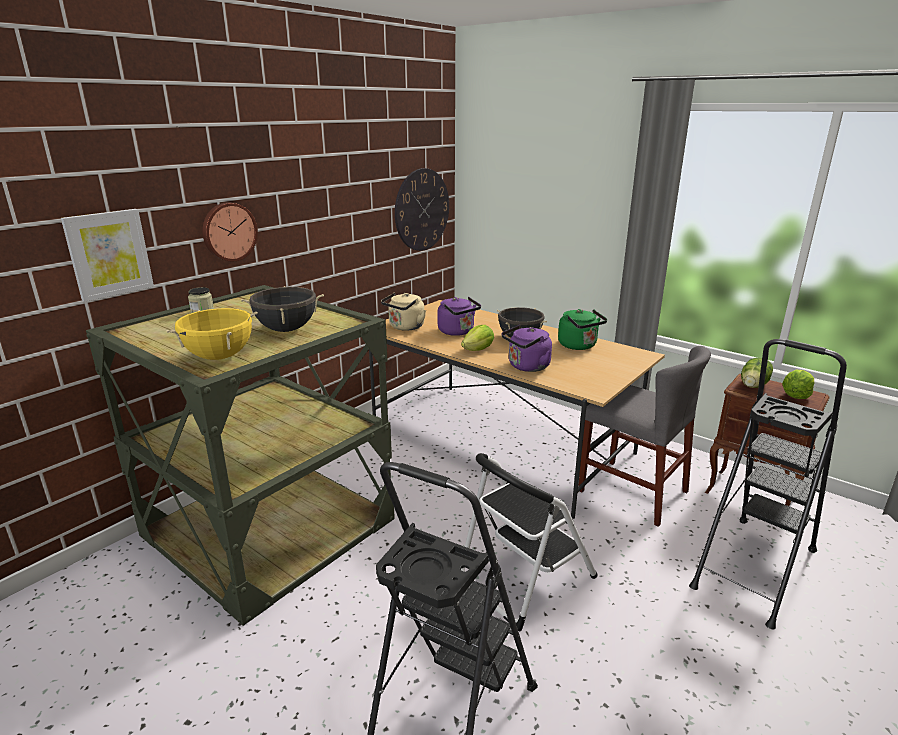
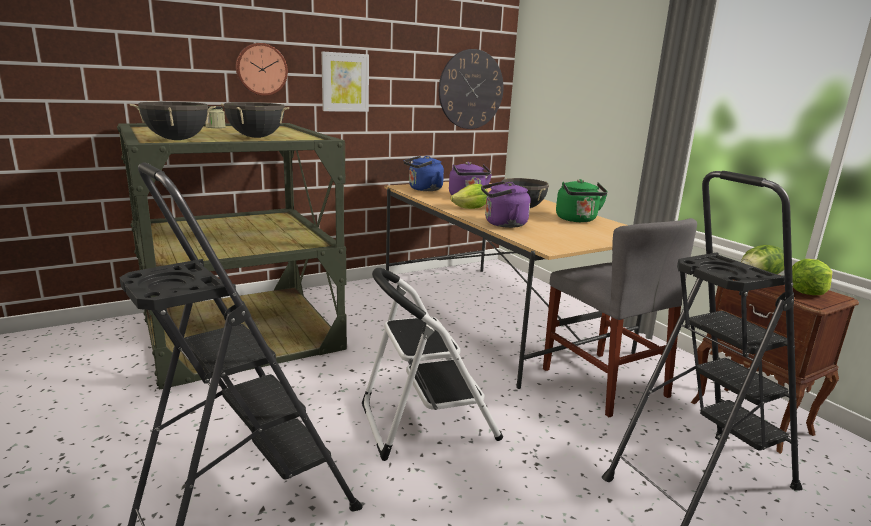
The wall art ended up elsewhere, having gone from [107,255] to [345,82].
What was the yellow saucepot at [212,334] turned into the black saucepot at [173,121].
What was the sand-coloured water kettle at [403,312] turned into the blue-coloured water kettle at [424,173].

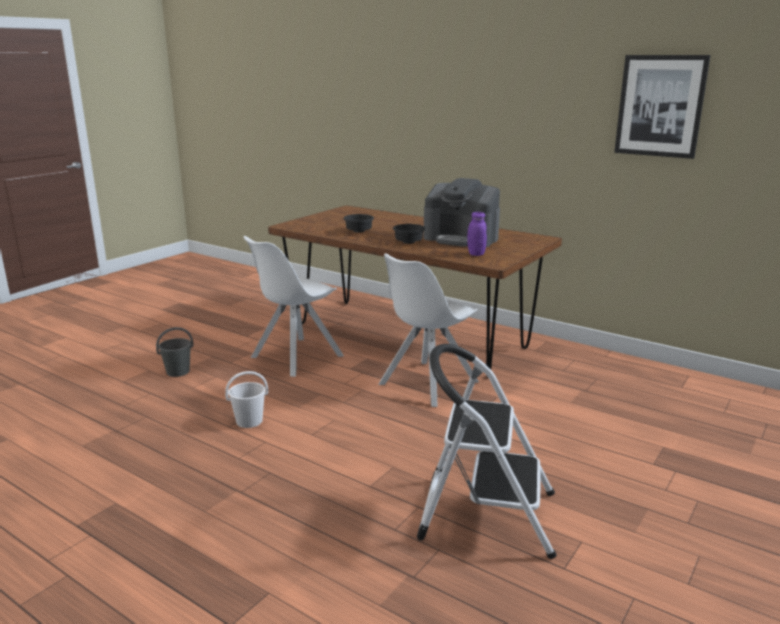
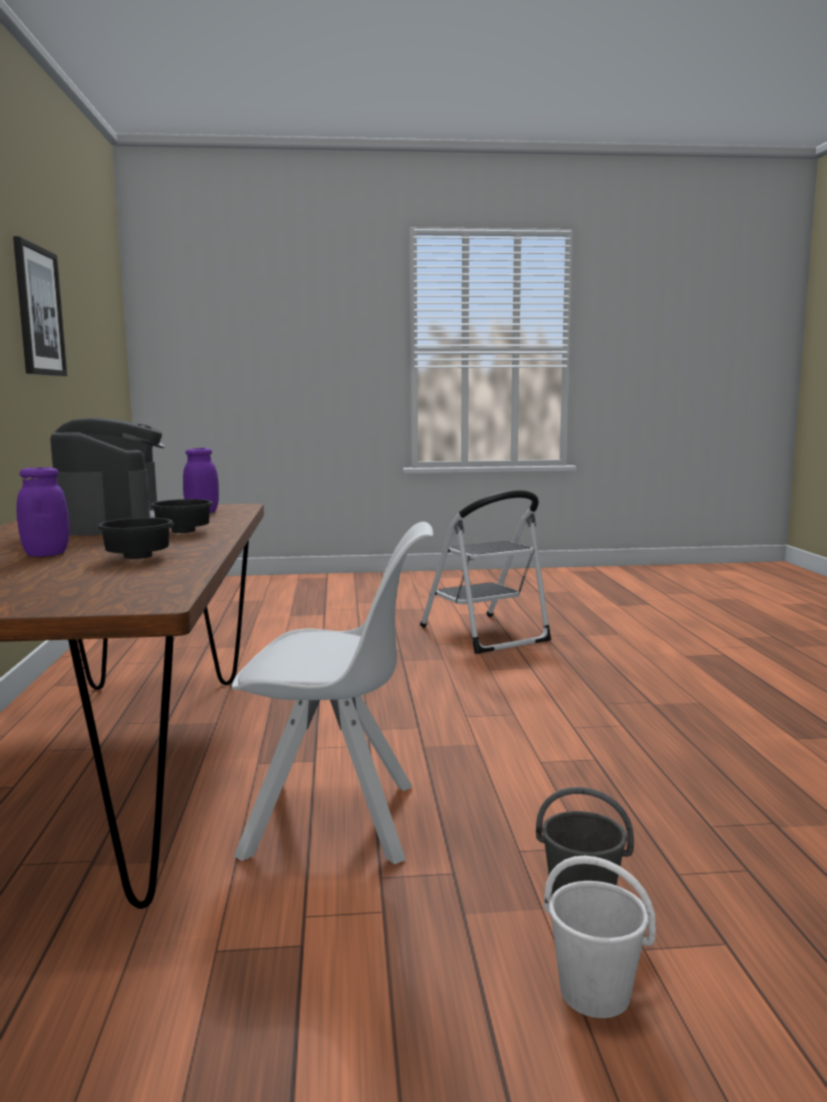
The second view lost the white chair at [429,330].
The second view gained the purplish preserve jar at [43,512].
The white bucket ended up elsewhere, having gone from [246,399] to [600,937].

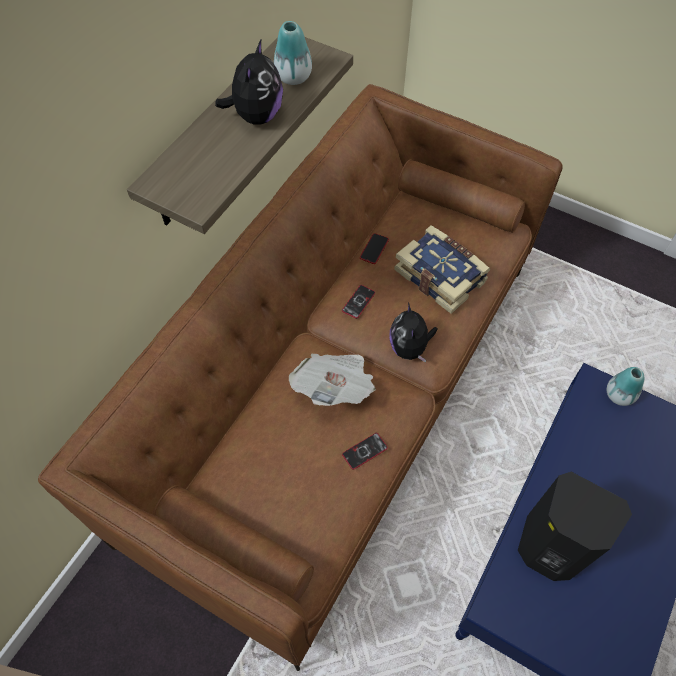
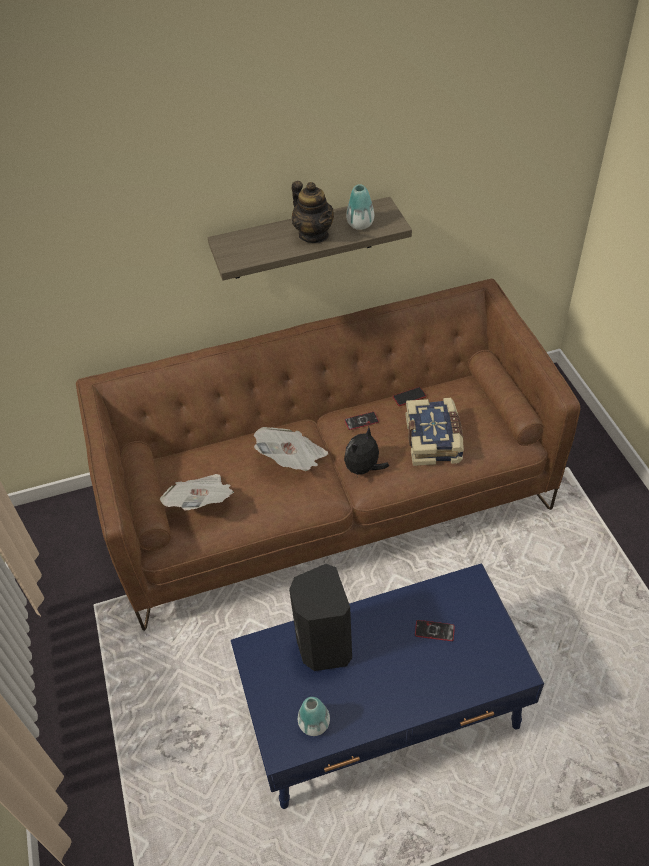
The second view gained the daily paper at [197,492].
The telephone ended up elsewhere, having gone from [365,451] to [435,630].
The vase ended up elsewhere, having gone from [626,386] to [314,716].
Where the plush toy stood at [249,81], the pot for tea came to stand at [313,212].

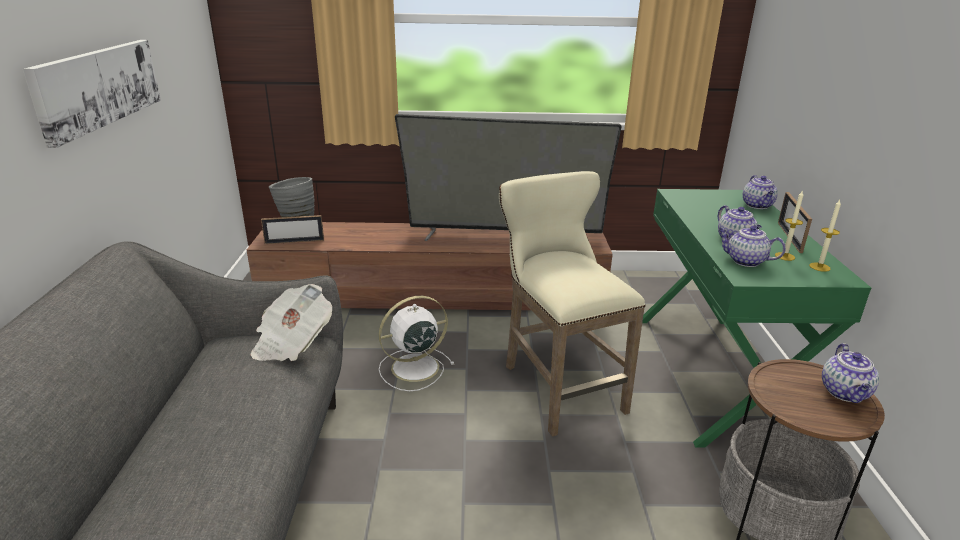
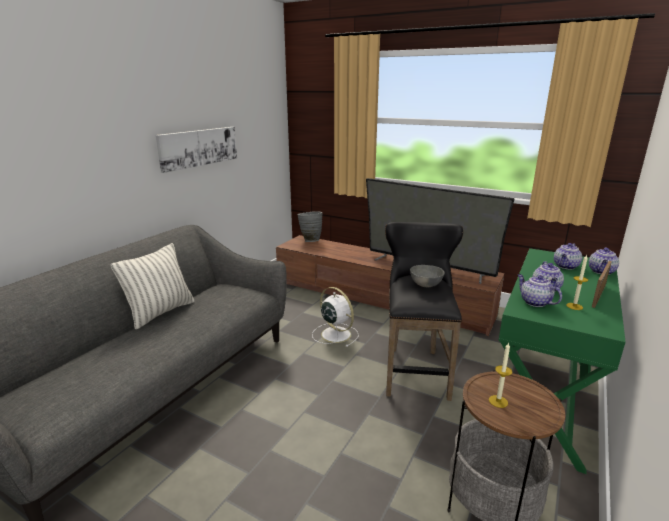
The second view lost the daily paper at [291,322].
The second view lost the photo frame at [292,229].
The second view gained the throw pillow at [152,286].
The second view gained the gray serving bowl at [427,276].
The candle ended up elsewhere, having gone from [825,236] to [500,375].
The pot for tea ended up elsewhere, having gone from [850,373] to [568,256].
What was the sand-coloured stool seat at [572,303] turned into the black stool seat at [424,311].
The white cooling fan at [416,343] ended up facing another way, 45 degrees clockwise from before.

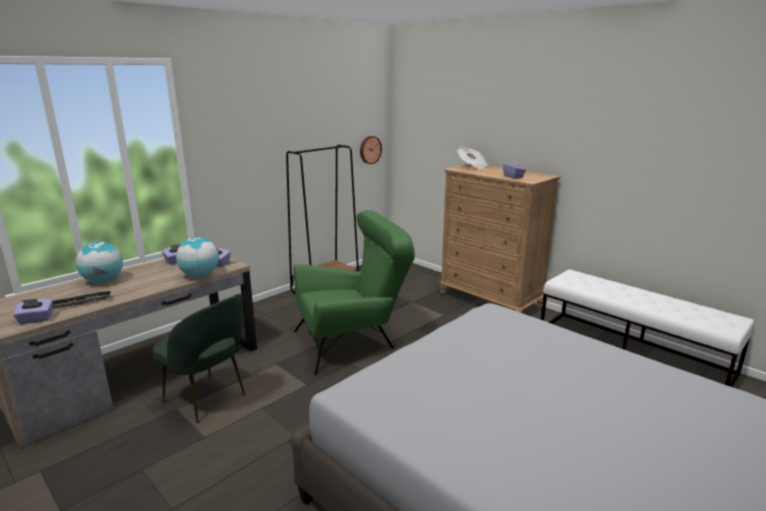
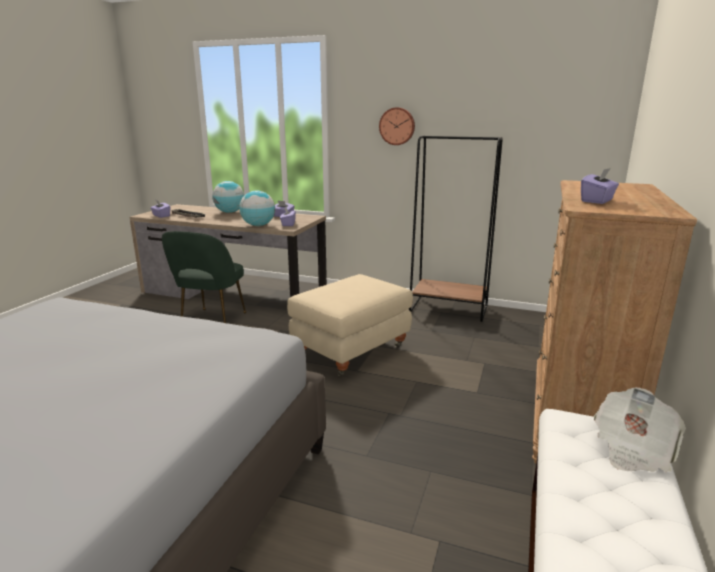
The clock on the wall ended up elsewhere, having gone from [371,150] to [397,126].
The daily paper ended up elsewhere, having gone from [473,157] to [640,429].
Where the green-coloured lounge chair stood at [354,292], the sand-coloured ottoman came to stand at [350,325].

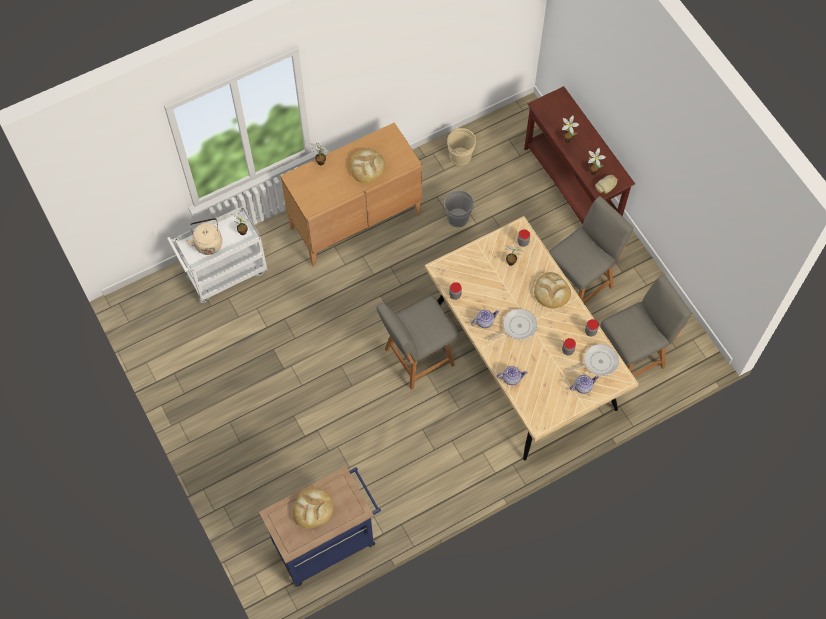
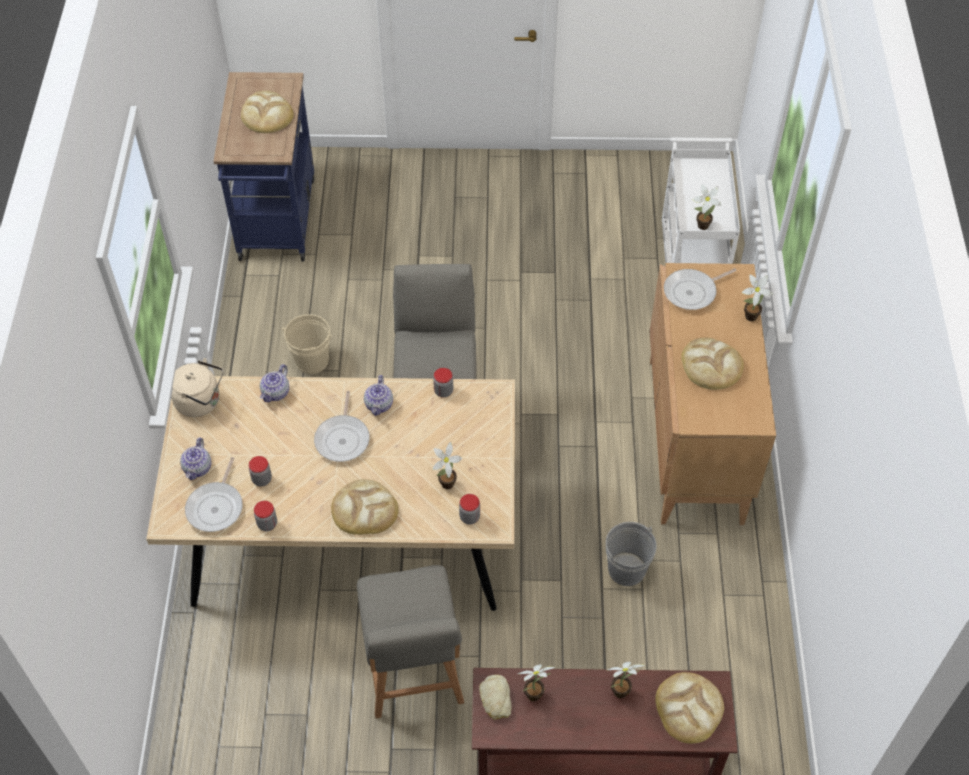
The second view lost the gray chair at [646,326].
The second view gained the bread at [689,708].
The second view gained the frying pan at [700,289].
The sand-coloured water kettle ended up elsewhere, having gone from [204,236] to [197,387].
The sand-coloured bucket ended up elsewhere, having gone from [461,146] to [306,344].

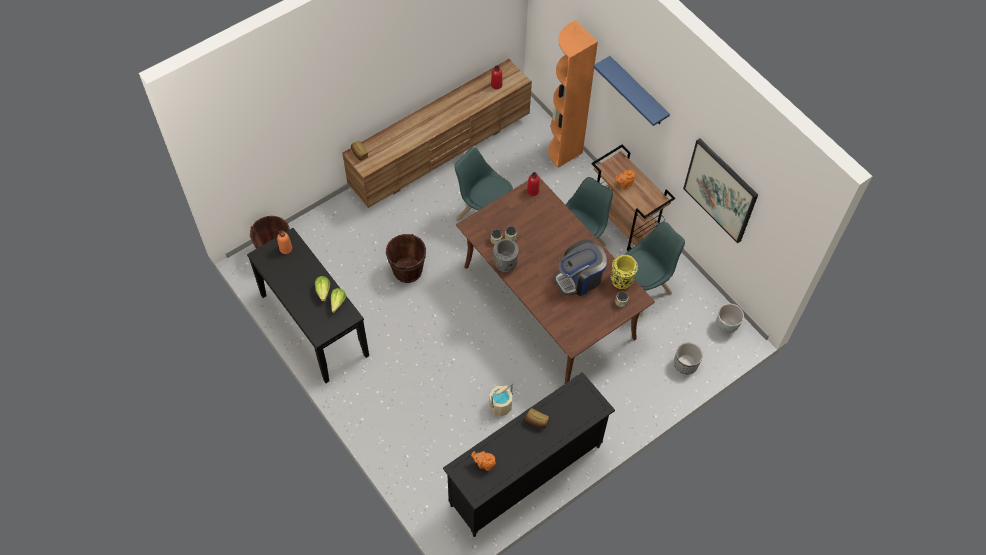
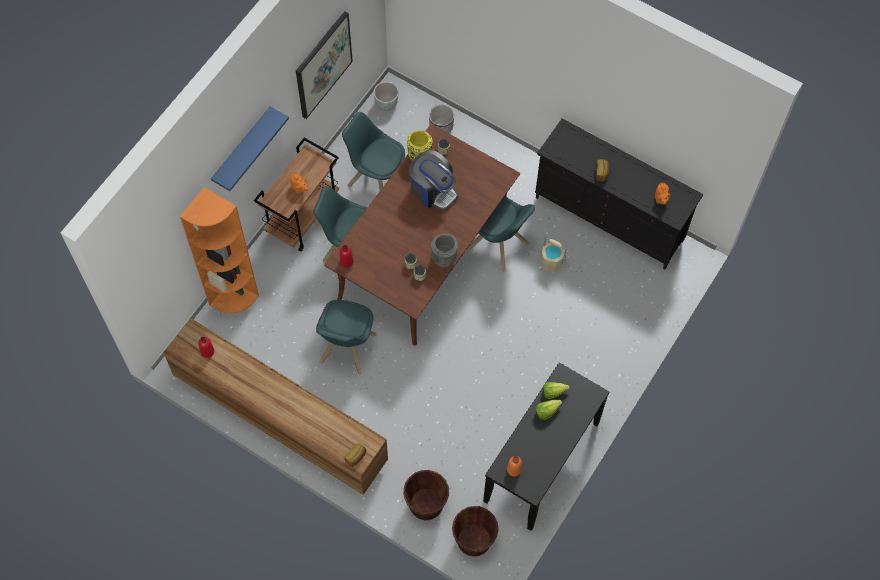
The second view gained the blue-green chair at [501,234].
The brown bucket ended up elsewhere, having gone from [406,258] to [426,495].

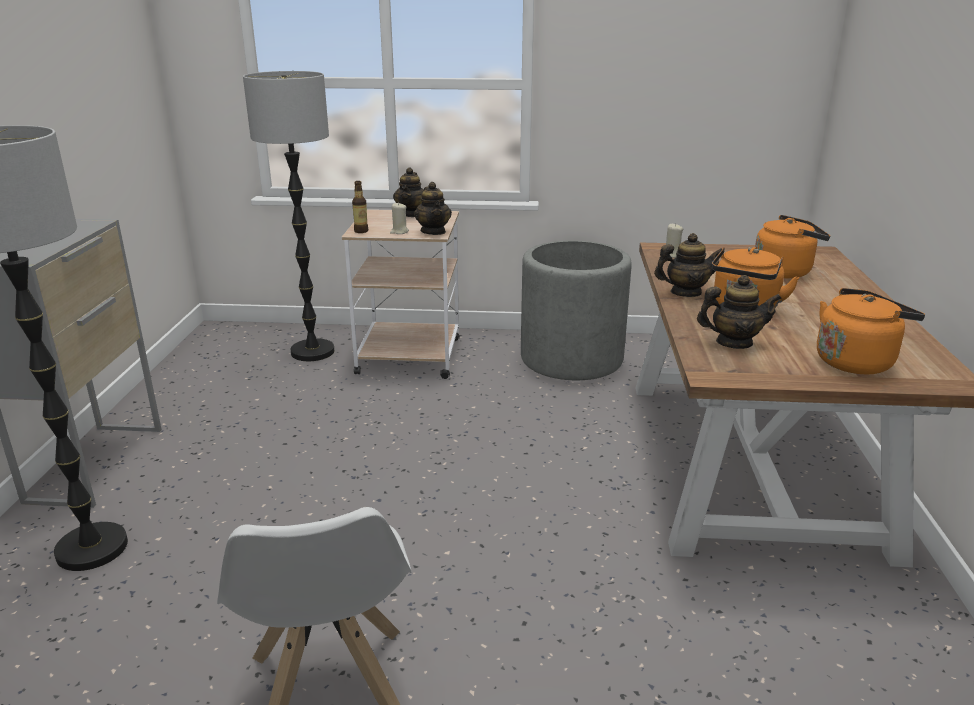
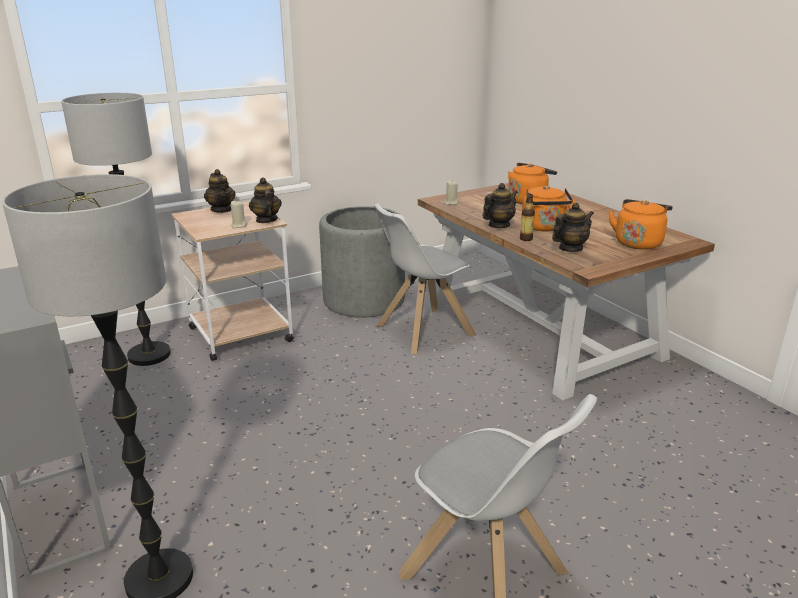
The second view gained the chair at [425,279].
The bottle ended up elsewhere, having gone from [360,207] to [527,217].
The pot for tea at [433,208] ended up facing another way, 150 degrees counterclockwise from before.

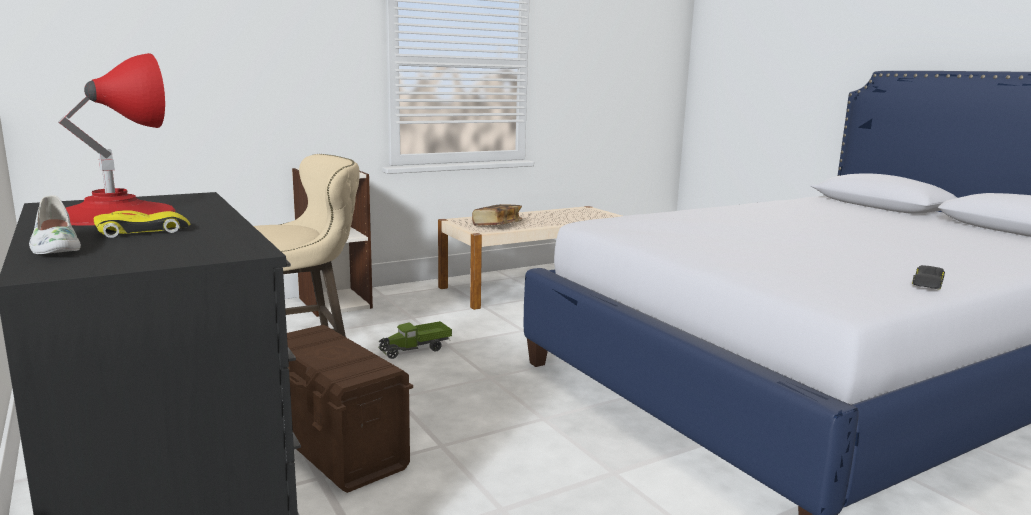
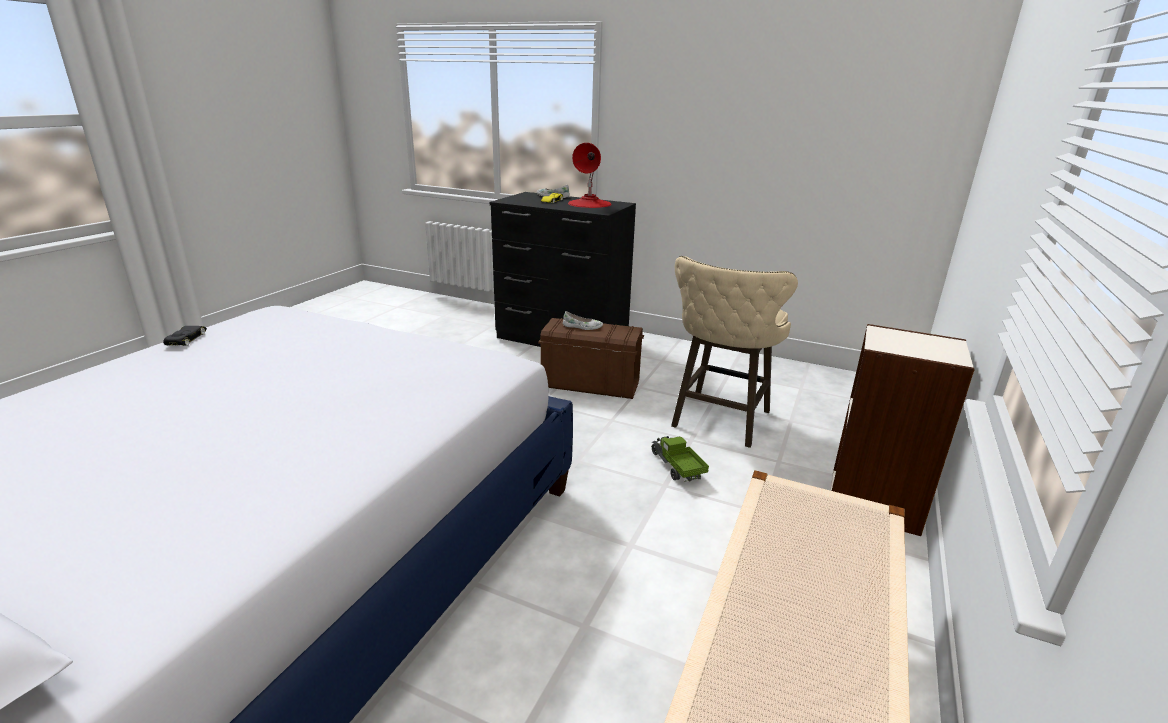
The second view lost the bound book at [497,215].
The second view gained the white shoe at [583,320].
The toy lorry at [415,340] ended up facing another way, 45 degrees counterclockwise from before.

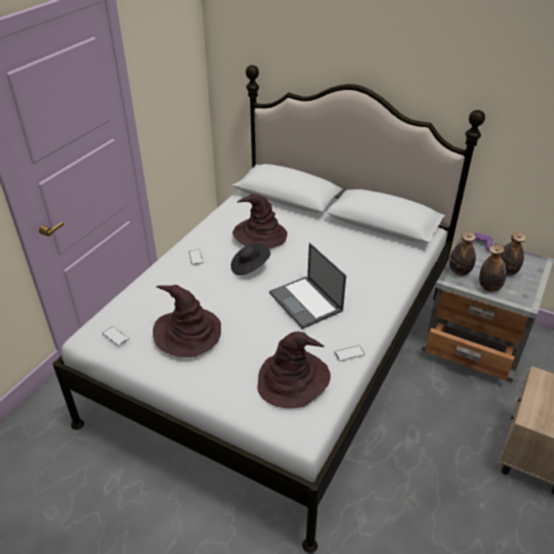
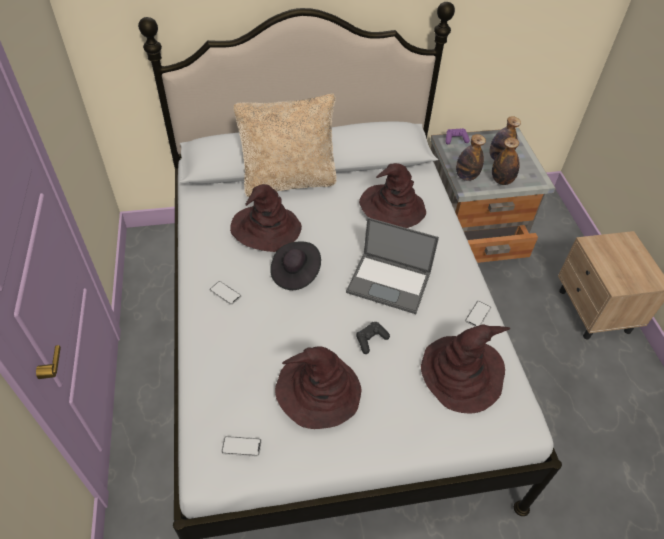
The second view gained the sand-coloured throw pillow at [284,145].
The second view gained the black game controller at [373,338].
The second view gained the brown wearable hat at [392,195].

